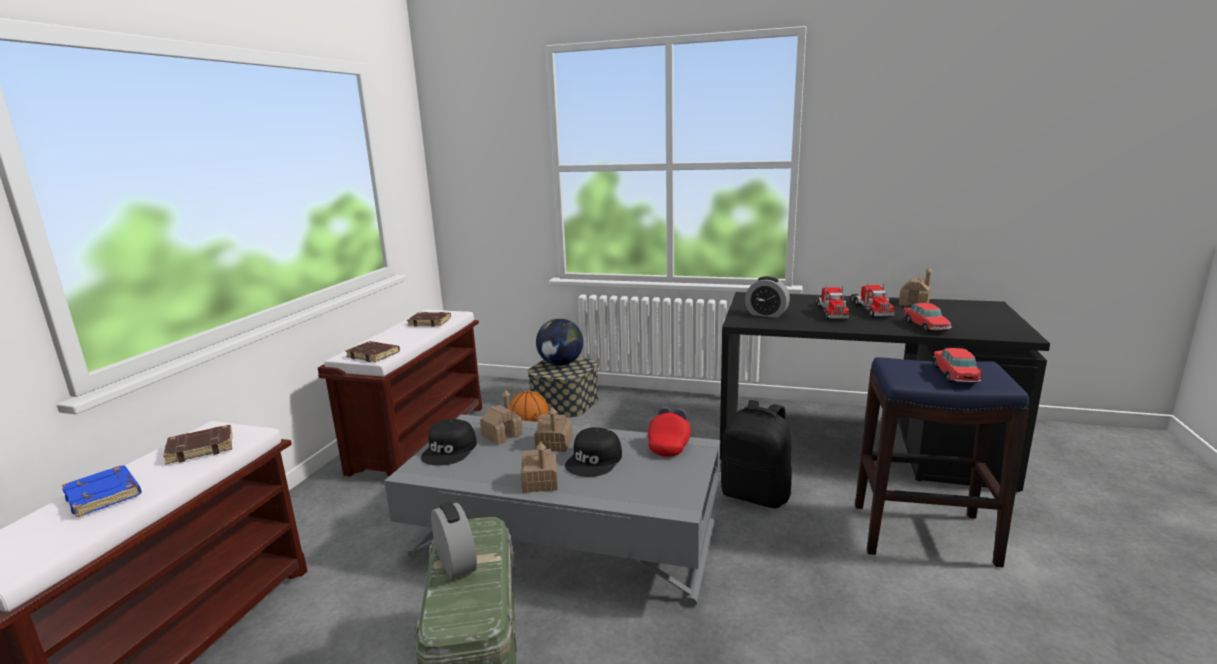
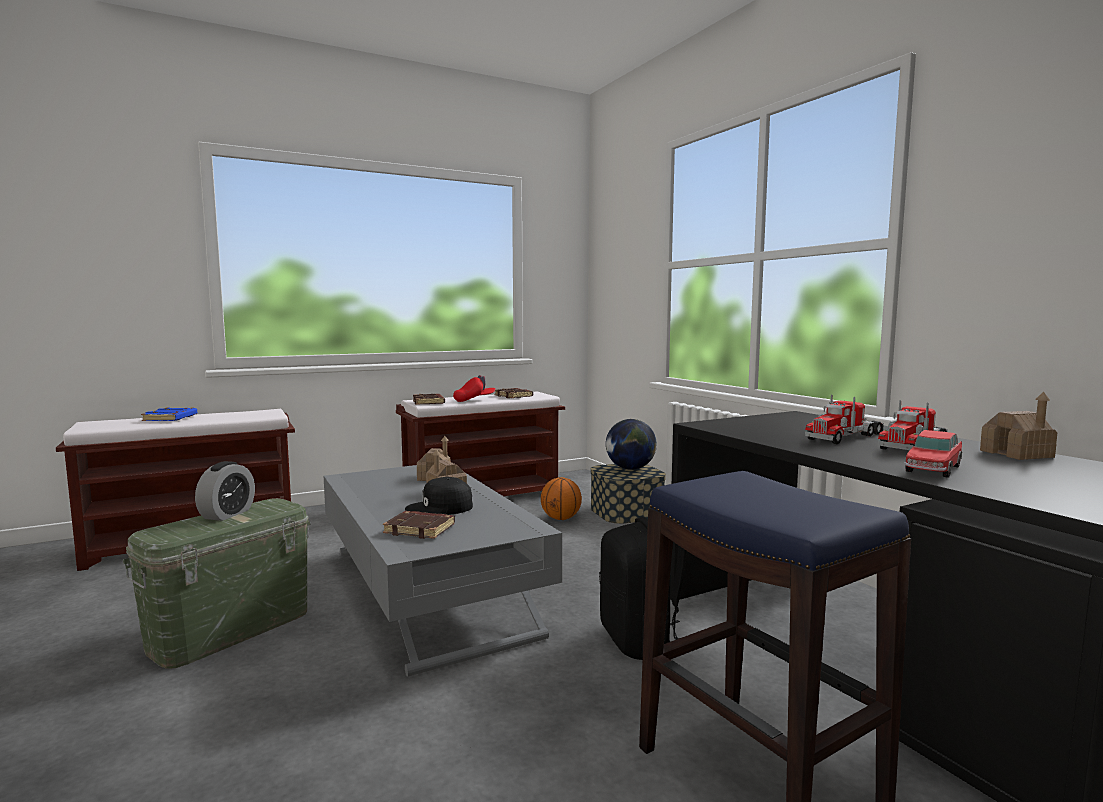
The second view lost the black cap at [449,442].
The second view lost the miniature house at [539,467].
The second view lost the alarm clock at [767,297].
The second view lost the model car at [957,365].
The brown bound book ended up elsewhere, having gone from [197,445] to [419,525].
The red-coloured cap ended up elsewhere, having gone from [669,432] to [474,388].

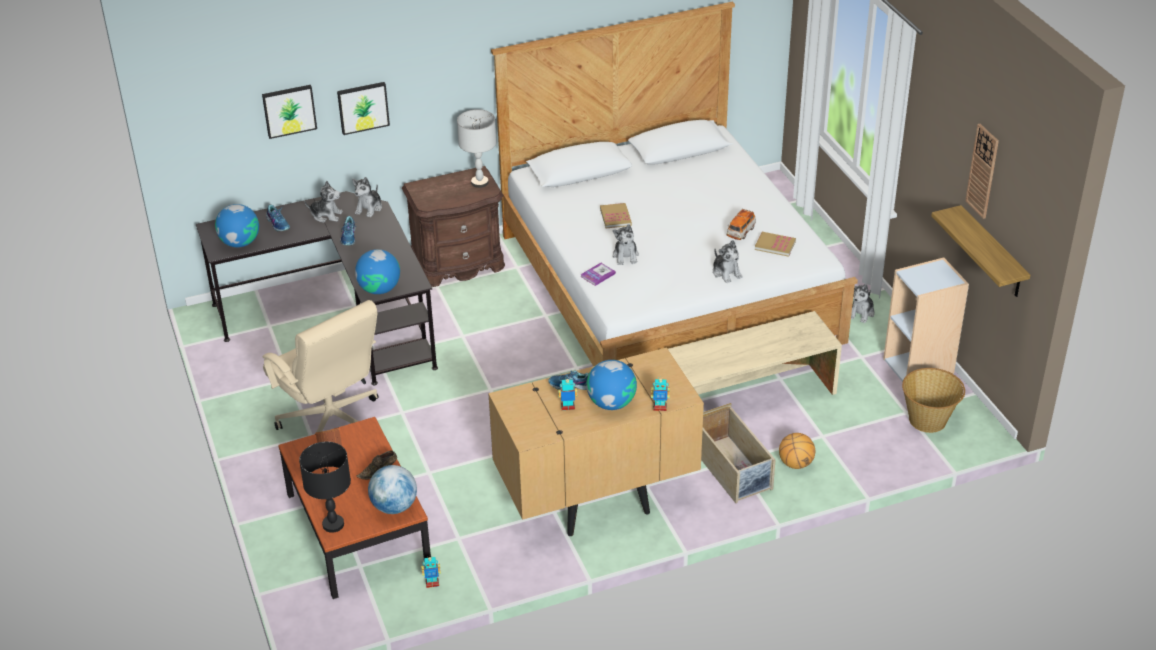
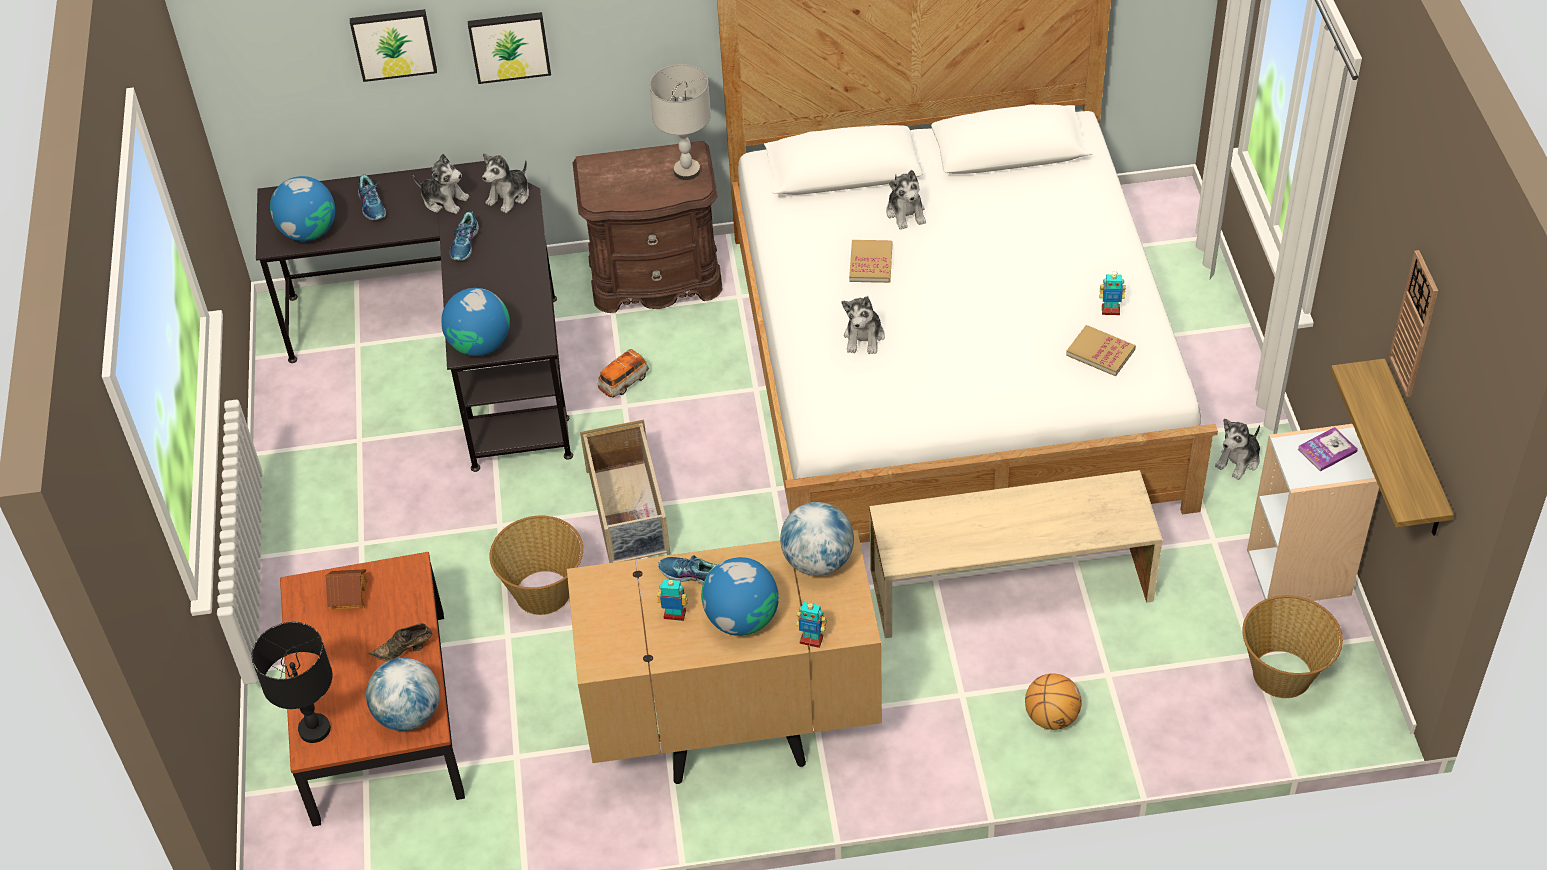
The second view lost the sand-coloured desk chair at [320,366].
The second view gained the storage basket at [536,565].
The second view gained the desk globe at [817,539].
The model robot ended up elsewhere, having gone from [431,571] to [1113,293].
The bound book ended up elsewhere, having gone from [598,274] to [1328,449].
The sand-coloured storage bin ended up elsewhere, having gone from [738,453] to [625,491].
The plush toy ended up elsewhere, having gone from [728,261] to [906,200].
The model car ended up elsewhere, having gone from [741,224] to [623,373].

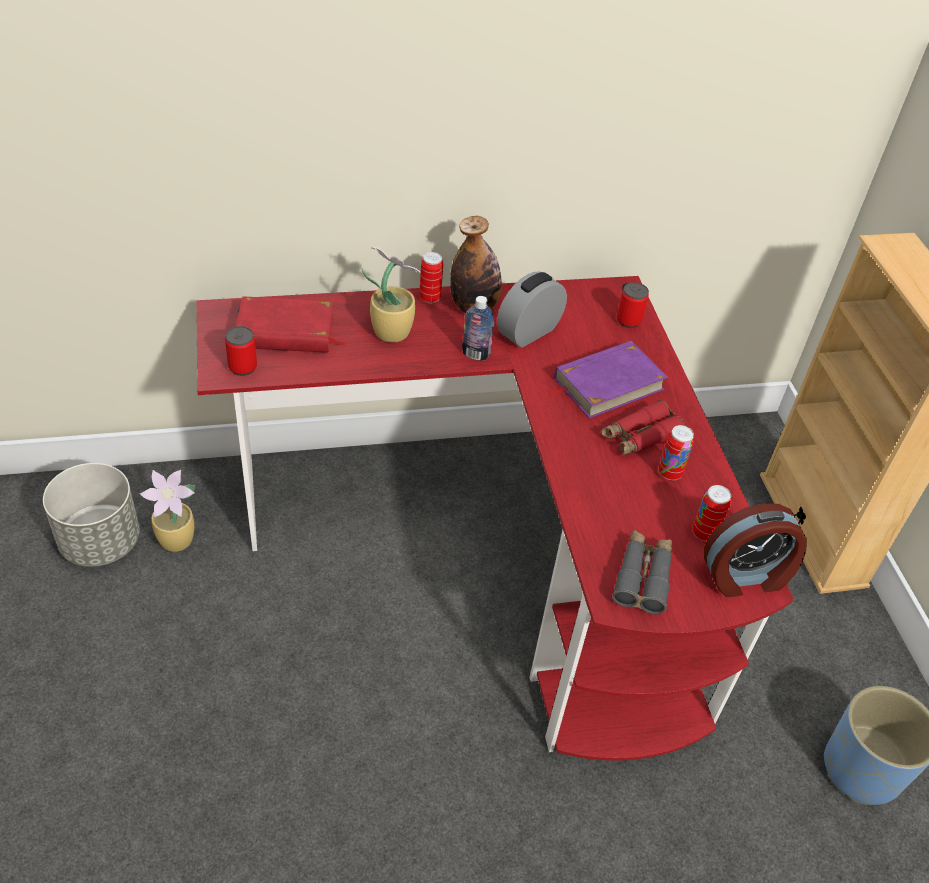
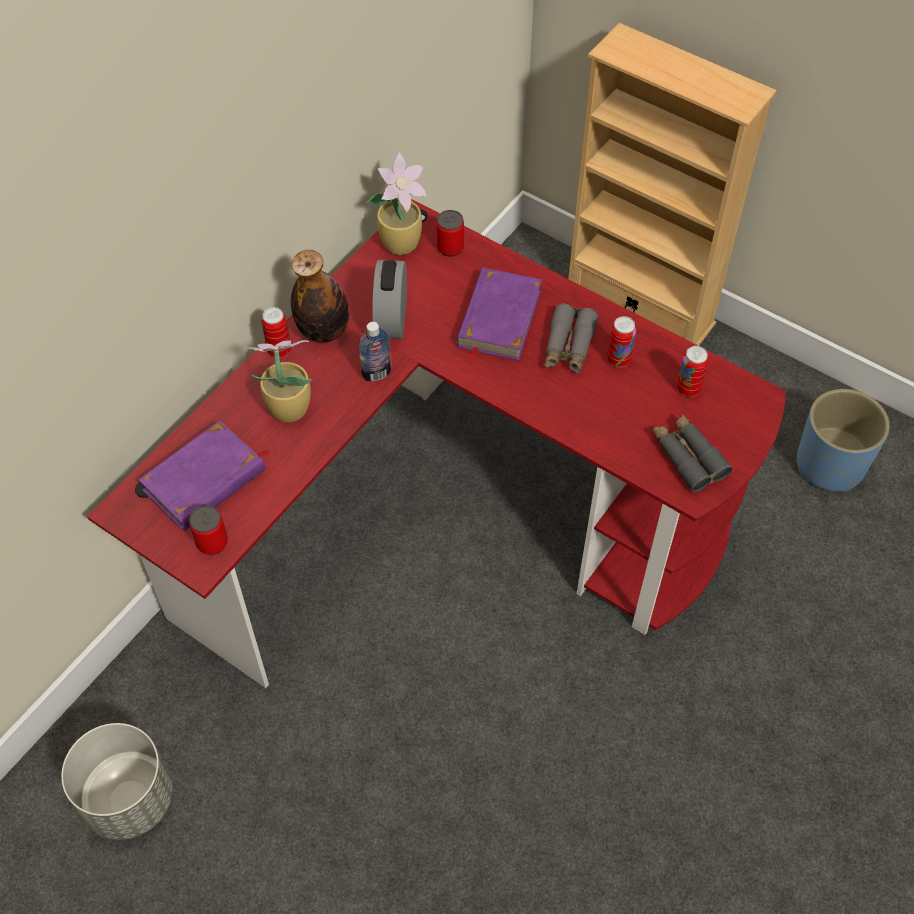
The second view lost the alarm clock at [755,550].
The potted plant ended up elsewhere, having gone from [167,511] to [397,203].
What was the red-coloured bound book at [291,324] turned into the purplish bound book at [204,476].
What was the red-coloured binoculars at [643,428] turned into the gray binoculars at [571,339].

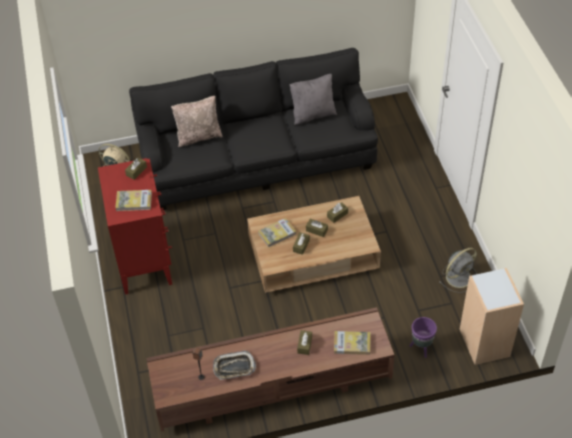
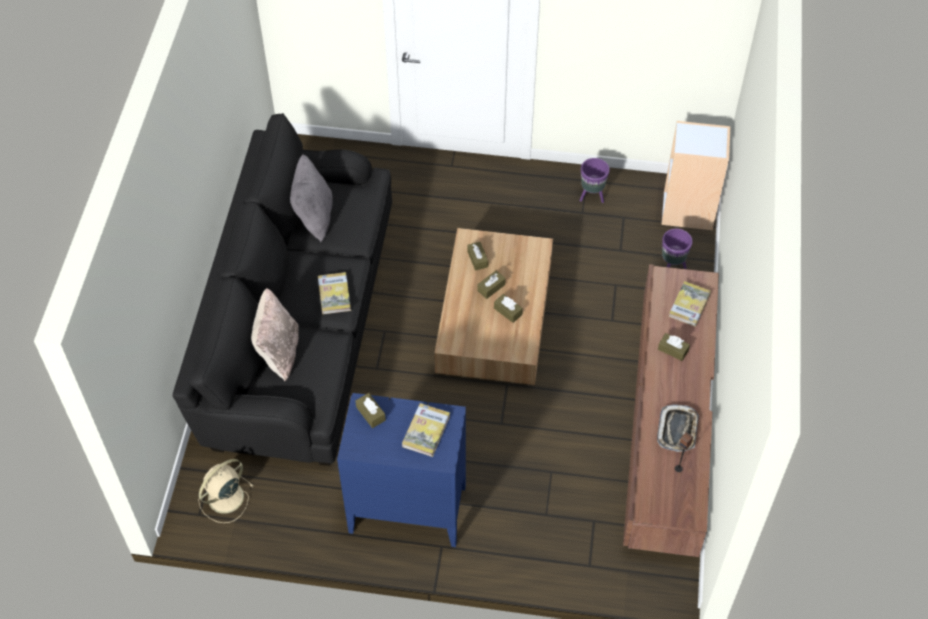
The bound book ended up elsewhere, having gone from [277,232] to [334,293].
Where the gray cooling fan stood at [458,270], the purplish planter came to stand at [595,180].
What was the red-coloured chest of drawers at [135,226] turned into the blue-coloured chest of drawers at [401,470].

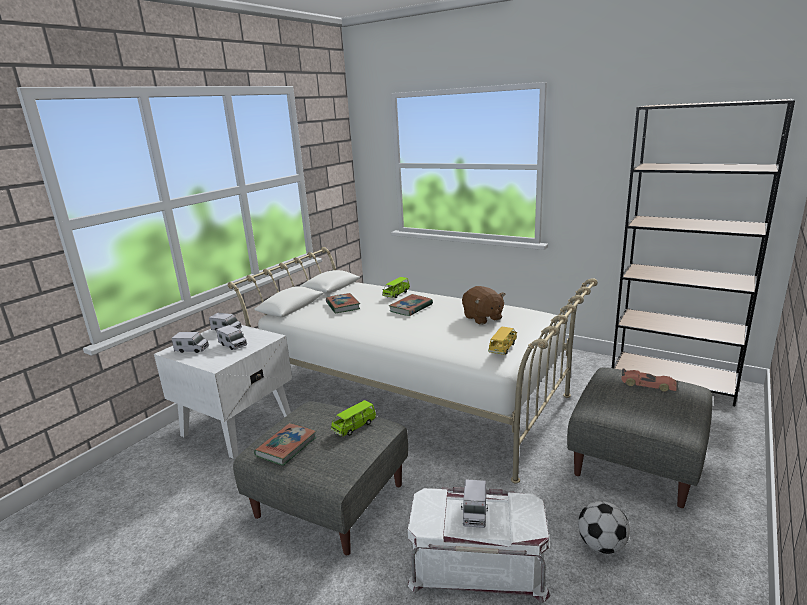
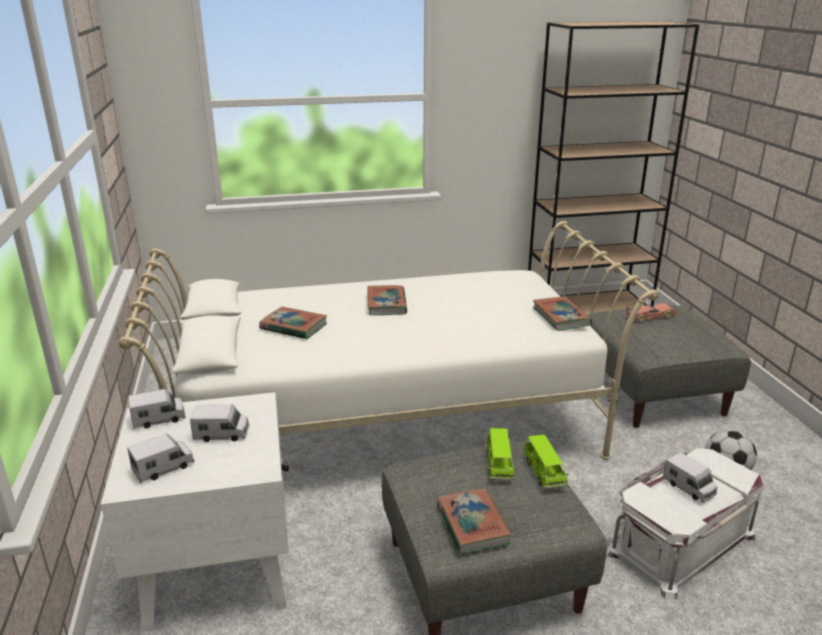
The second view lost the brown plush toy at [483,305].
The green-coloured model car ended up elsewhere, having gone from [396,287] to [546,462].
Where the yellow model car stood at [502,340], the bound book came to stand at [562,314].

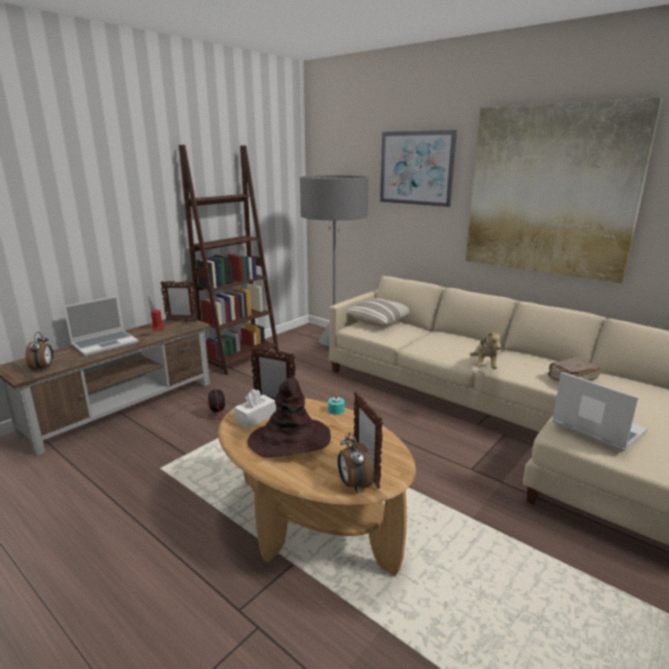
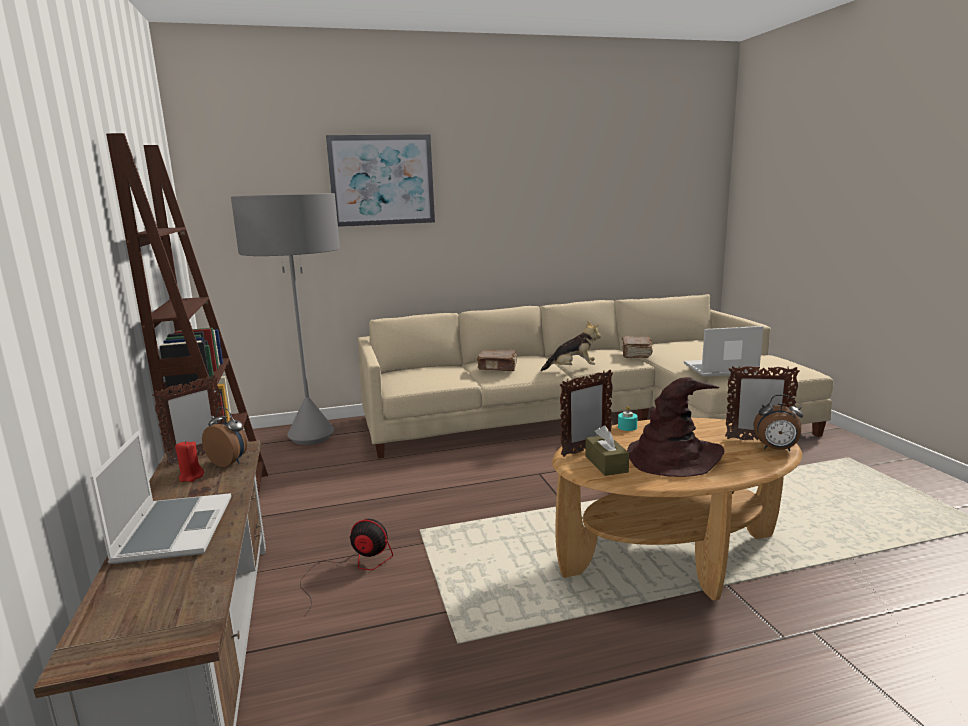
The second view lost the throw pillow at [378,312].
The second view lost the wall art at [564,191].
The second view gained the brown bound book at [497,360].
The alarm clock ended up elsewhere, having gone from [39,352] to [224,437].
What was the white box of tissues at [255,409] turned into the brown box of tissues at [607,451].
The plush toy at [486,349] ended up facing another way, 45 degrees counterclockwise from before.

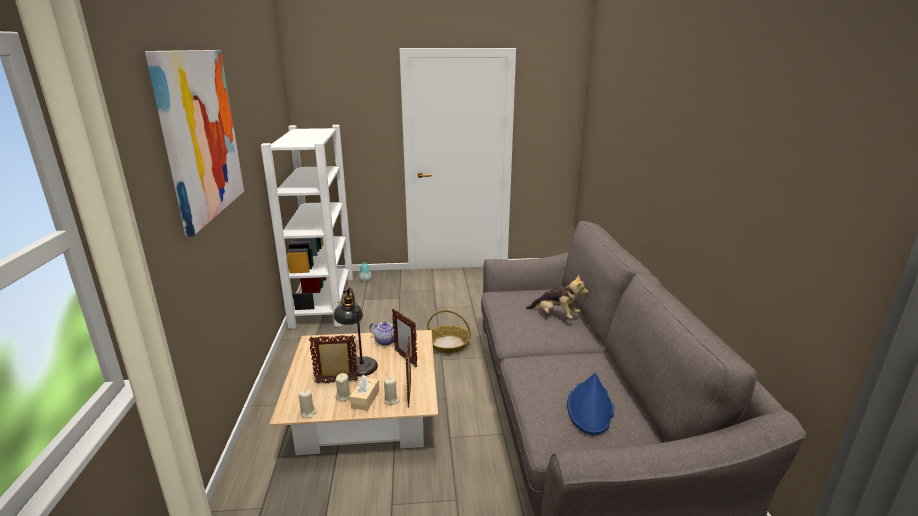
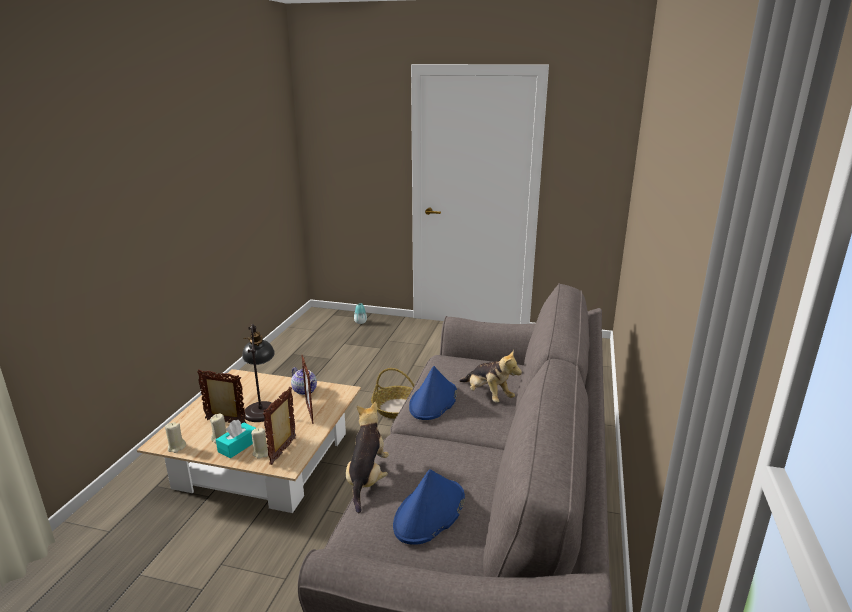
The second view lost the wall art at [194,143].
The second view lost the white bookshelf at [307,227].
The second view gained the plush toy at [367,457].
The second view gained the blue-coloured wearable hat at [433,393].
What was the sand-coloured box of tissues at [365,393] turned into the blue-green box of tissues at [236,439].

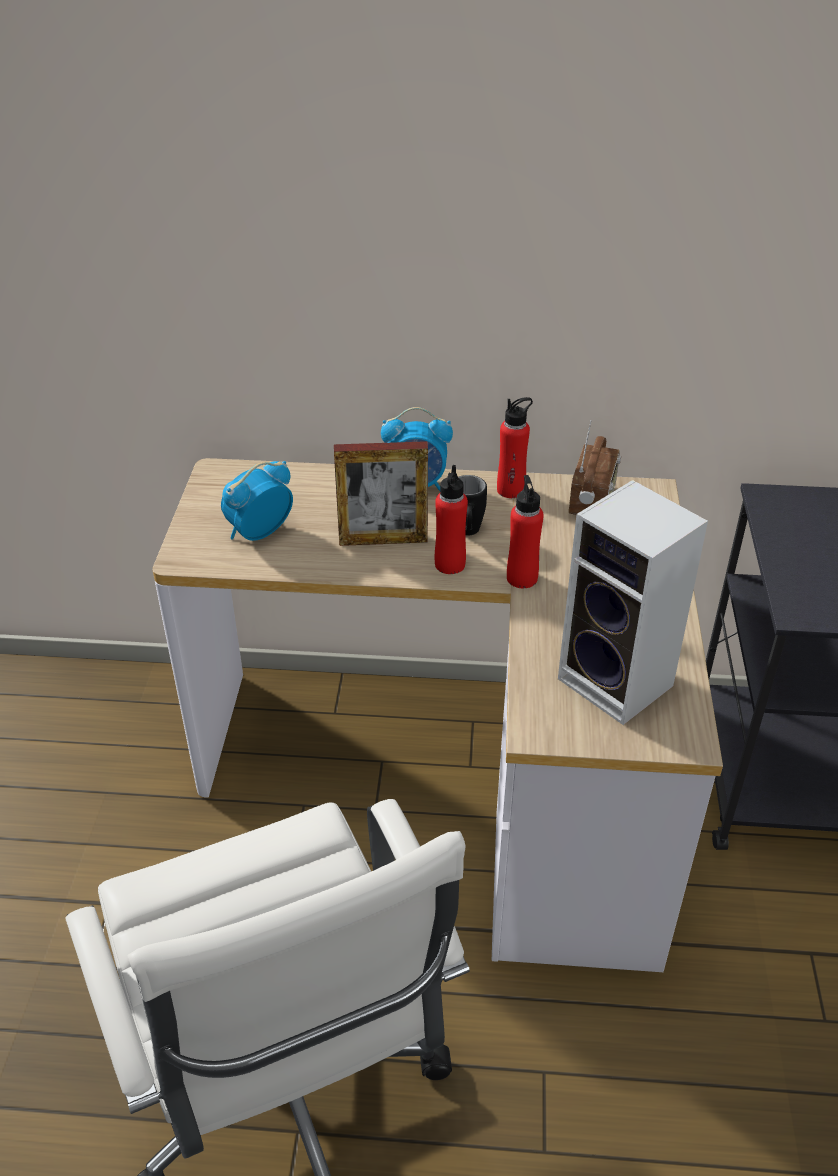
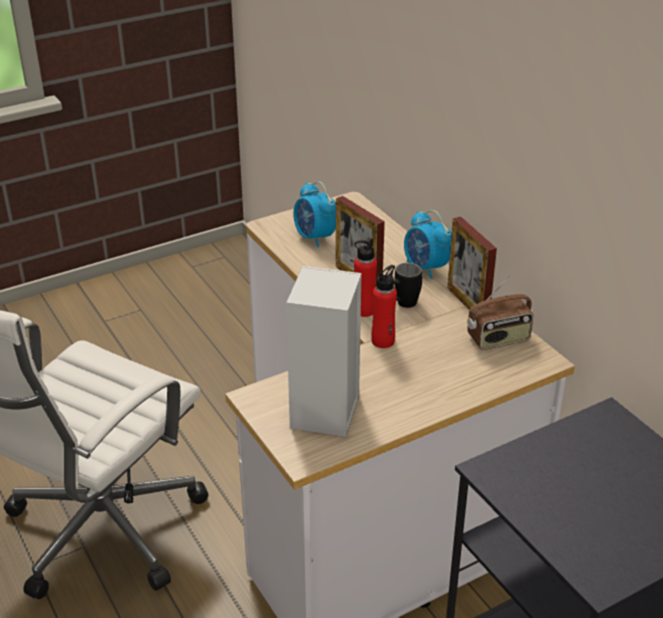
Where the red-coloured bottle stood at [515,447], the photo frame came to stand at [472,263].
The alarm clock at [257,501] ended up facing another way, 135 degrees counterclockwise from before.

